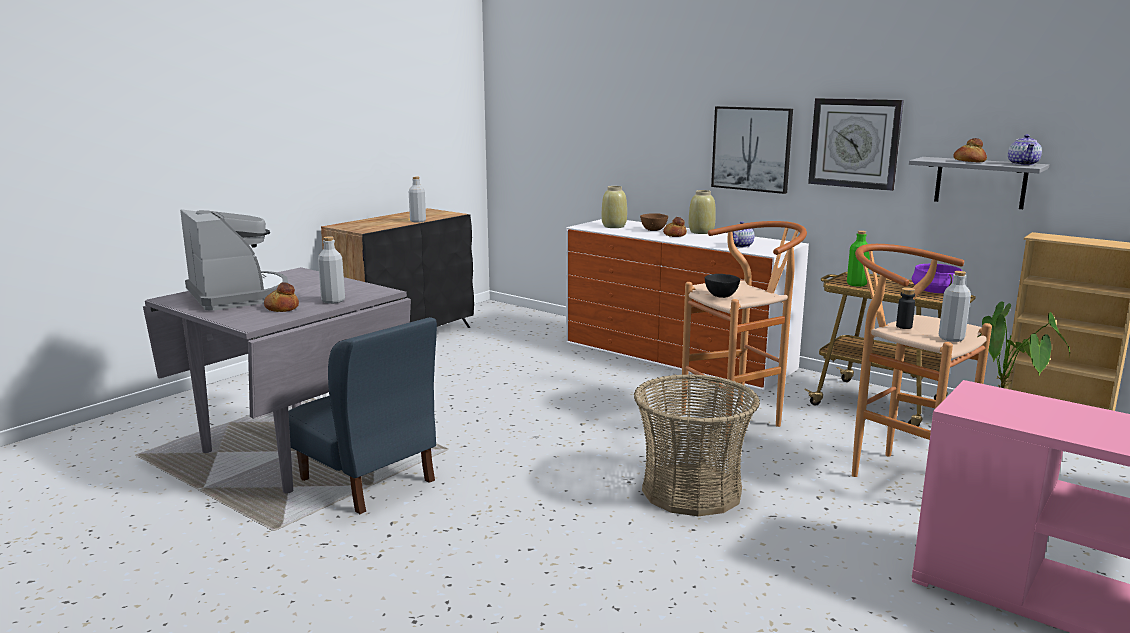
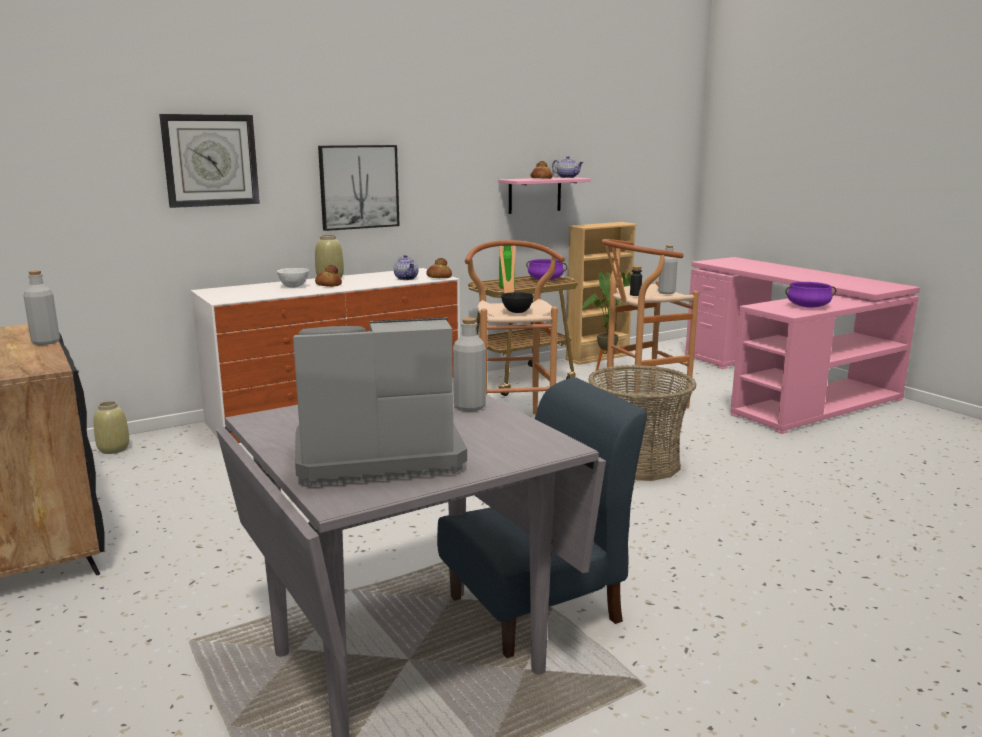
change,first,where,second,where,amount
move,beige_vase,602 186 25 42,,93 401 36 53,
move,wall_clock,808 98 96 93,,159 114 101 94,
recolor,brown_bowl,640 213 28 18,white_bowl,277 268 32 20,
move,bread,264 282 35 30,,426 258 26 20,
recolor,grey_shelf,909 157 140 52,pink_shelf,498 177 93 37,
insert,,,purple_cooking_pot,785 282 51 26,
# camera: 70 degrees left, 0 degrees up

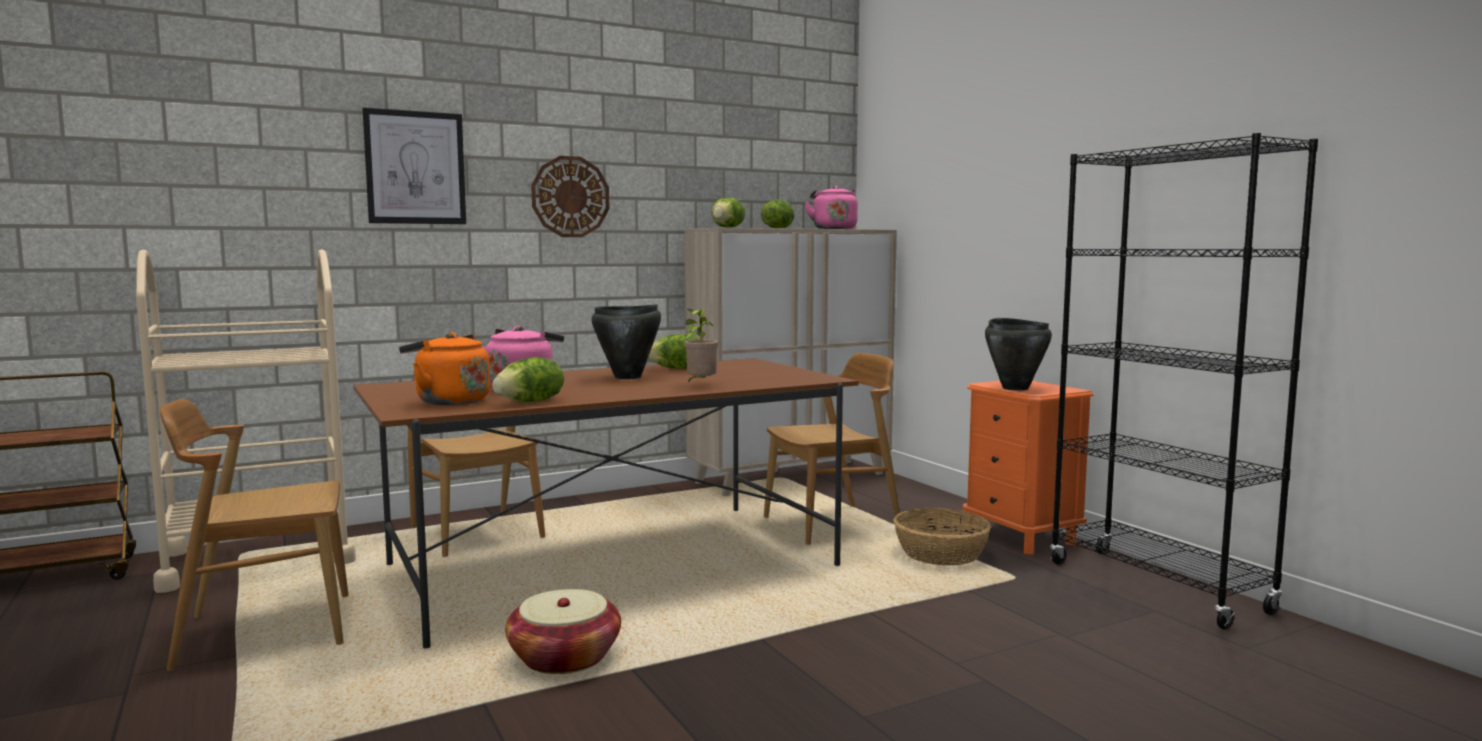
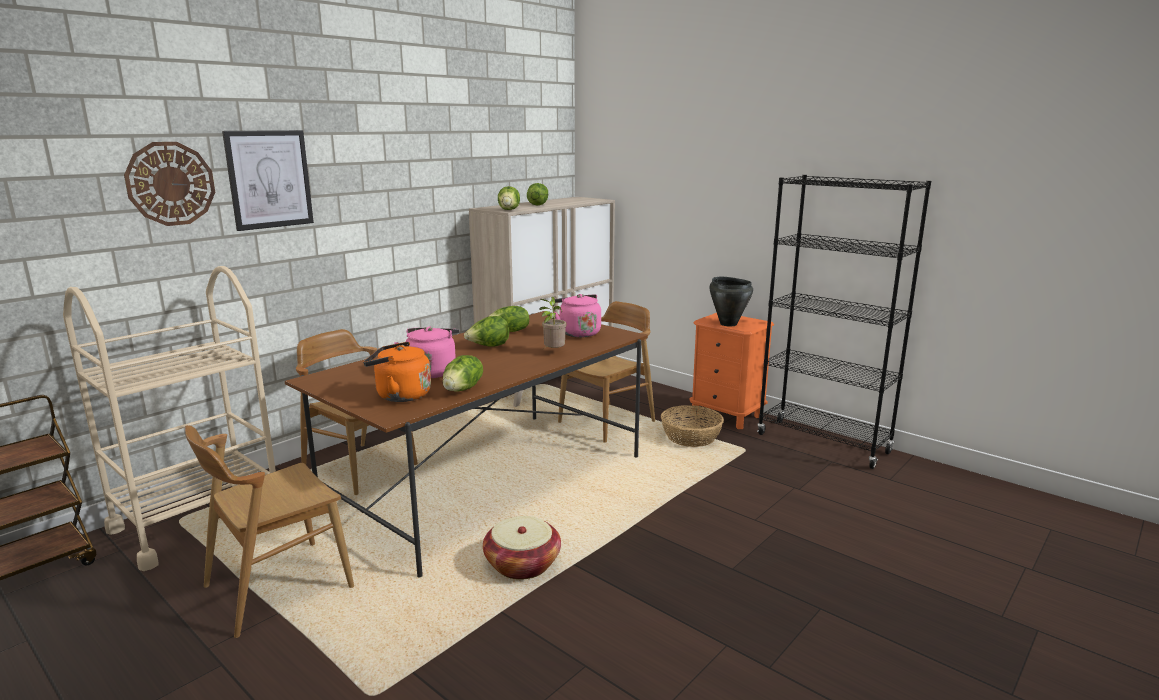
change,first,where,second,where,amount
move,wall_clock,531 156 79 81,,124 142 91 84,
replace,black_cooking_pot,591 304 70 75,lettuce,464 316 45 31,
move,pink_kettle,804 186 54 43,,554 294 47 43,
# camera: 20 degrees left, 10 degrees up

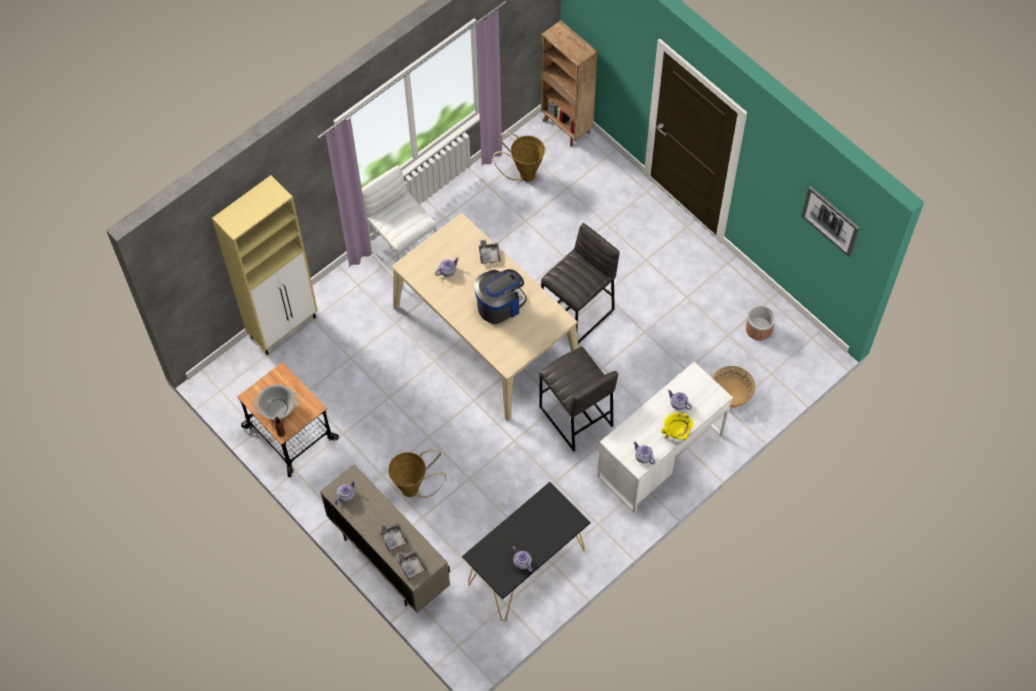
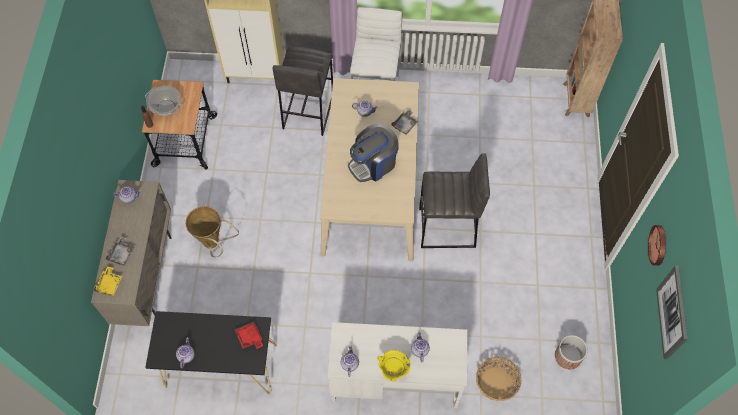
change,first,where,second,where,amount
recolor,grey_tray,396 551 31 29,yellow_tray,94 266 28 30,
insert,,,red_tray,235 321 28 28,
move,grey_stool,539 346 79 105,,273 46 60 90,
rotate,coffee_machine,474 269 53 55,,348 124 51 58,135 degrees clockwise
insert,,,wall_clock,648 225 18 41,
delete,basket,493 132 52 50,,,
# camera: 45 degrees right, 0 degrees up

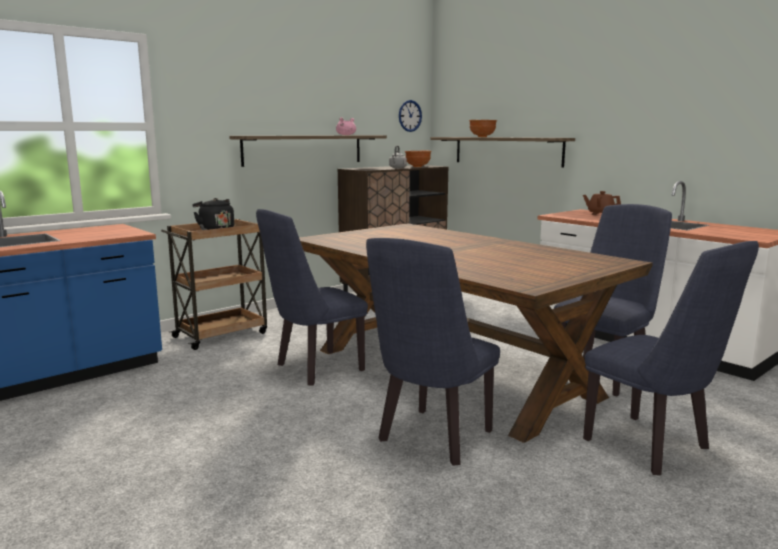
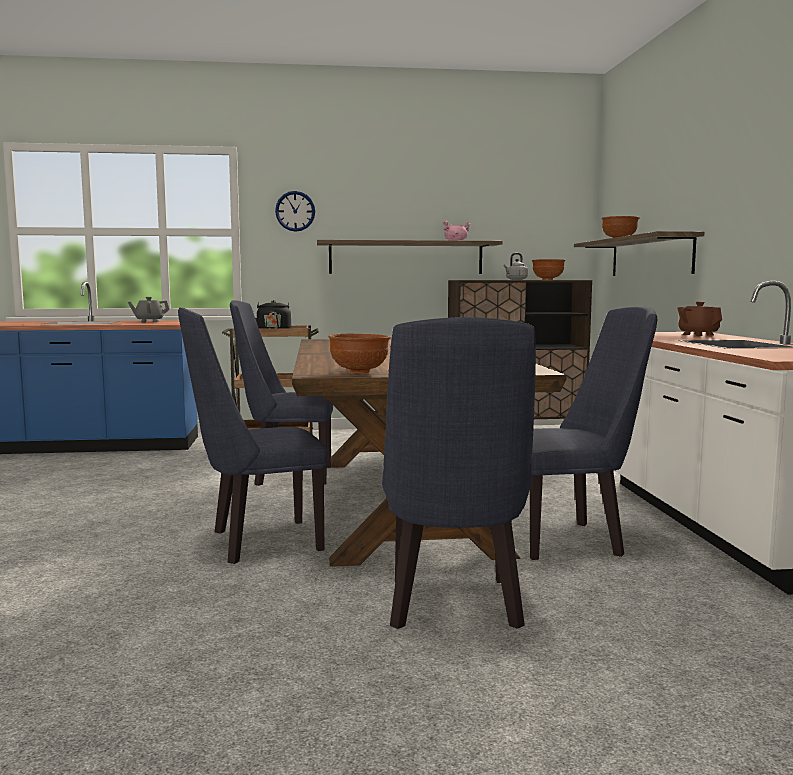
change,first,where,second,where,amount
insert,,,grey_teapot,128 297 42 25,
move,wall_clock,399 100 23 32,,275 191 40 41,
insert,,,brown_bowl,328 334 63 39,
# camera: 35 degrees right, 5 degrees down

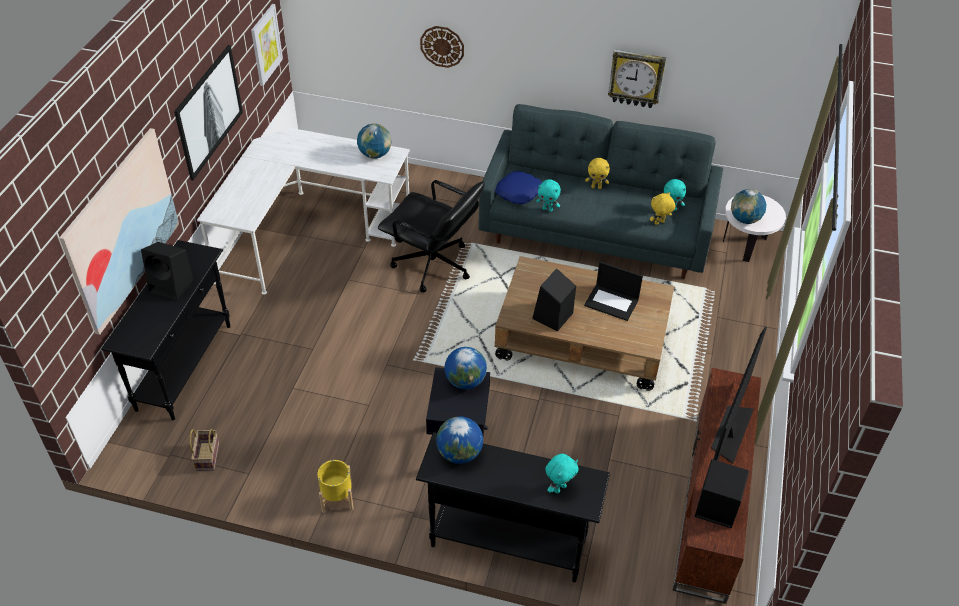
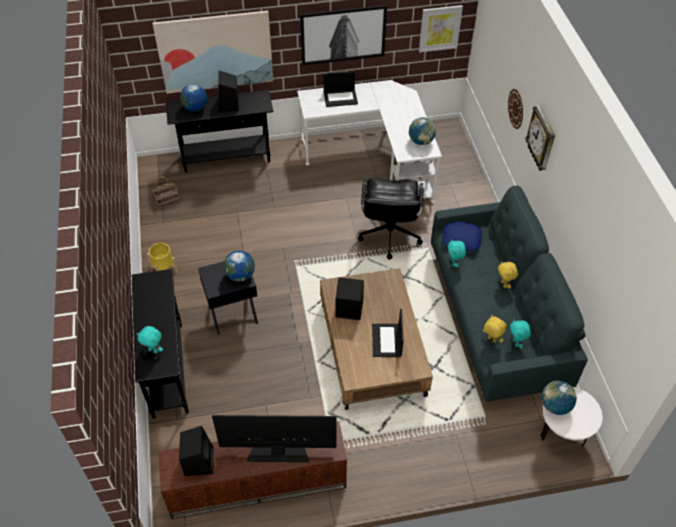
change,first,where,second,where,amount
move,globe,436 416 47 48,,180 84 27 28,
insert,,,laptop,324 71 34 36,
move,wall_clock,608 49 58 59,,525 105 30 66,
# camera: 65 degrees right, 5 degrees up

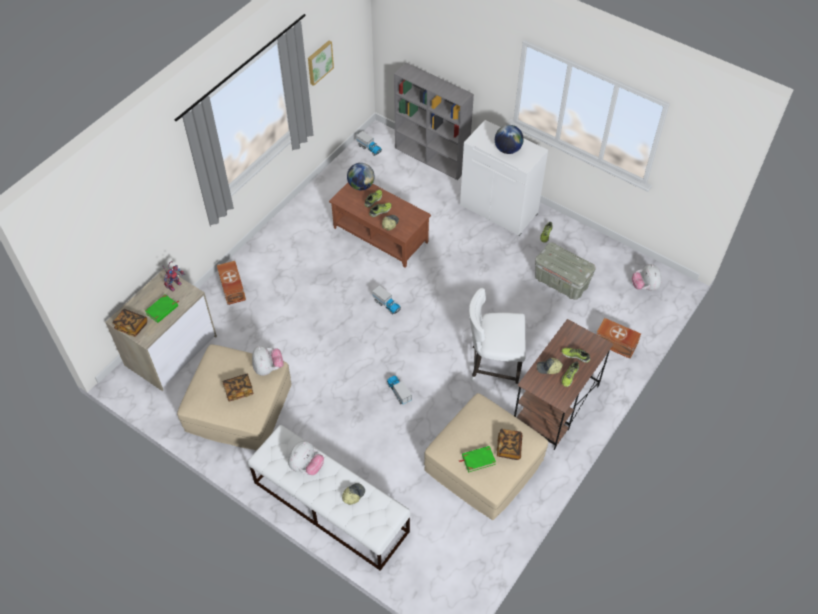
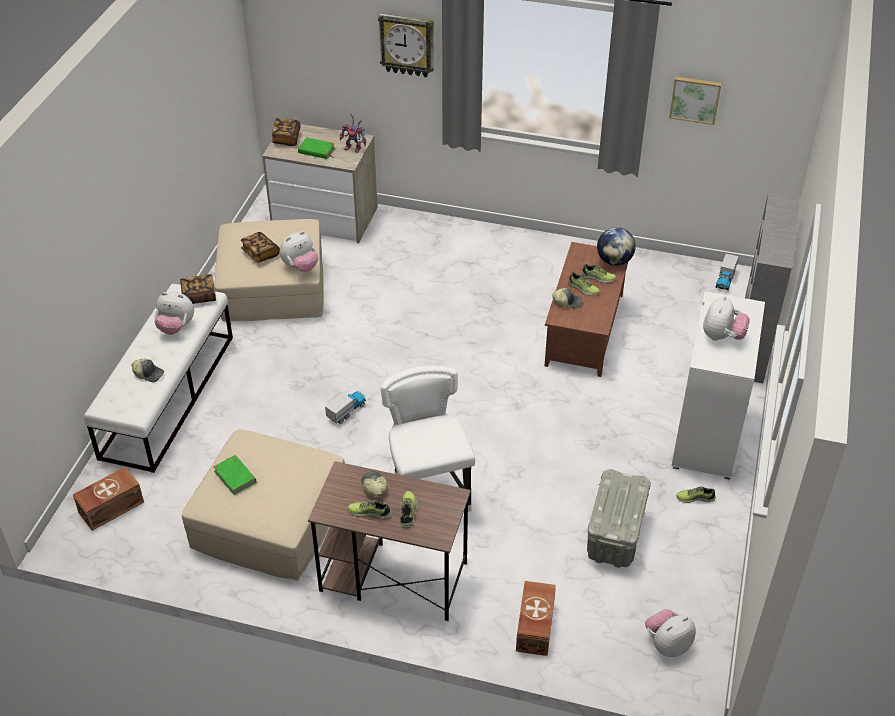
change,first,where,second,where,amount
move,brown_storage_box,217 261 29 44,,73 467 71 64,
move,book,496 429 26 31,,180 274 36 30,
insert,,,wall_clock,378 13 56 64,
replace,globe,495 125 29 29,plush_toy,703 296 47 45,
delete,toy_truck,372 285 29 30,,,
# camera: 70 degrees right, 10 degrees down

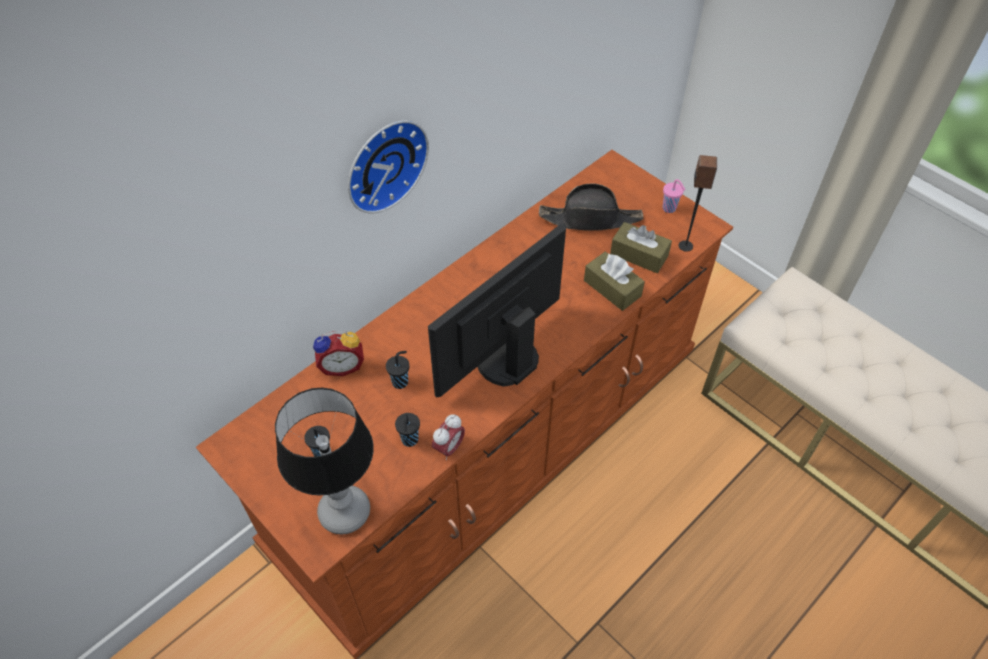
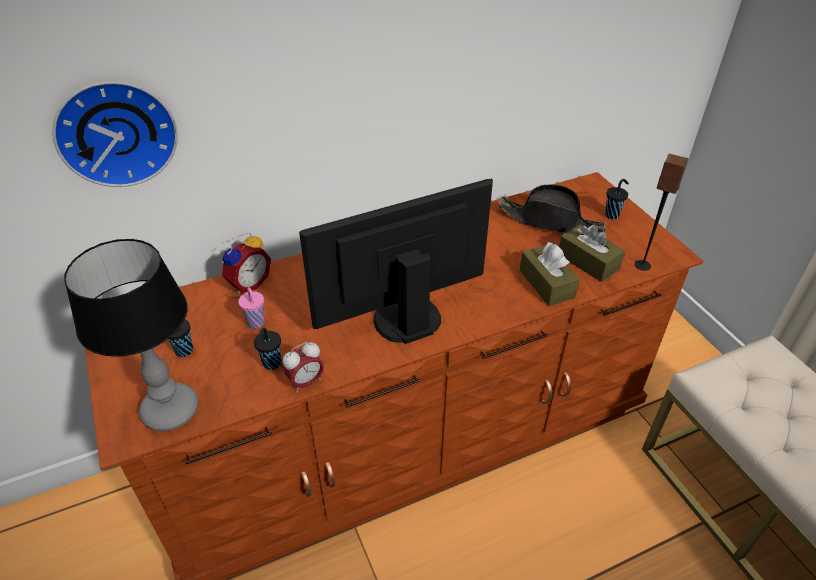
change,first,where,second,where,amount
move,wall_clock,348 120 81 93,,52 81 126 106,
rotate,alarm_clock,313 331 51 45,,222 232 49 61,60 degrees counterclockwise
move,pink_cup,662 179 23 34,,238 287 27 42,
move,black_cup,386 351 23 38,,605 179 24 40,
# camera: 20 degrees right, 10 degrees down

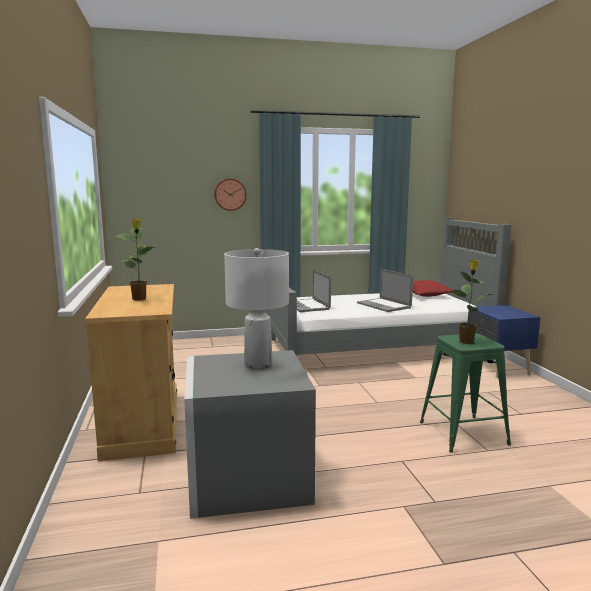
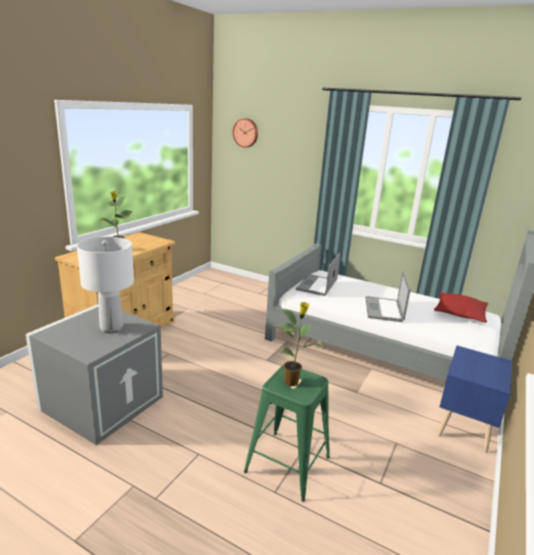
change,first,where,second,where,amount
move,wall_clock,214 178 33 33,,233 118 25 30,
# camera: 40 degrees right, 10 degrees up

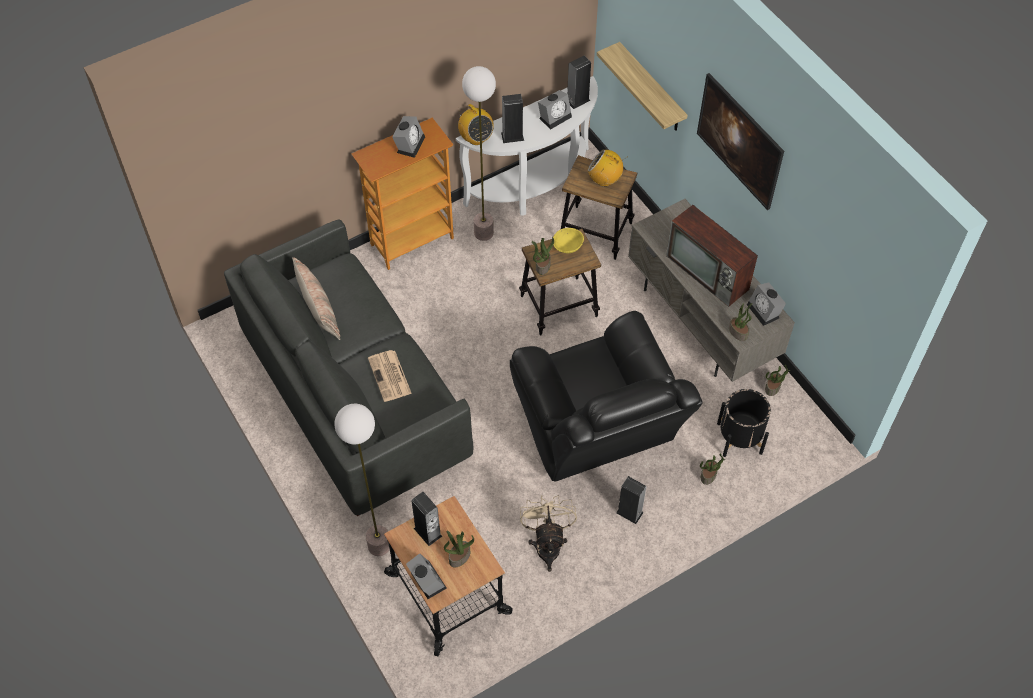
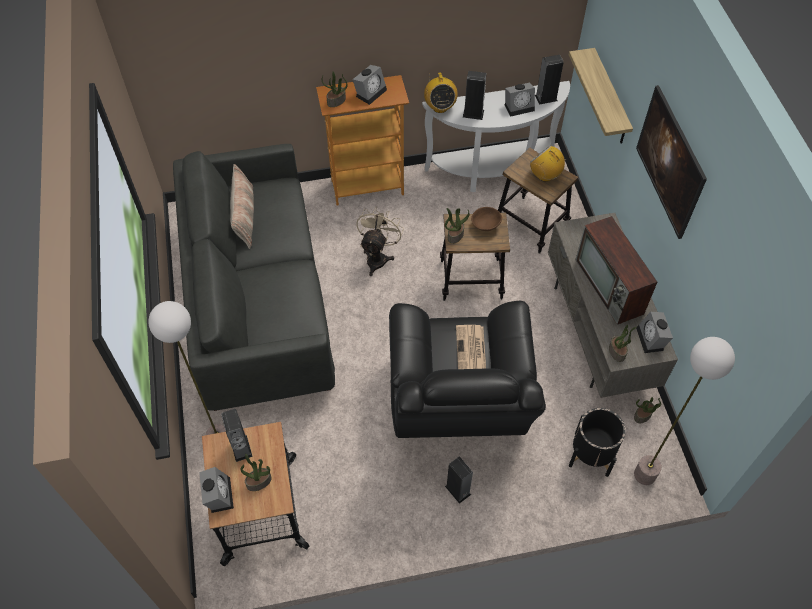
change,first,where,second,where,amount
move,potted_plant,700 453 25 32,,322 71 26 36,
move,beige_fan,520 495 57 77,,356 207 48 69,
move,newspaper,368 350 44 52,,456 325 30 44,
recolor,yellow_bowl,553 228 31 25,brown_bowl,471 207 31 24,
move,floor_lamp,462 66 34 175,,634 337 101 148,
# camera: 20 degrees right, 0 degrees up

